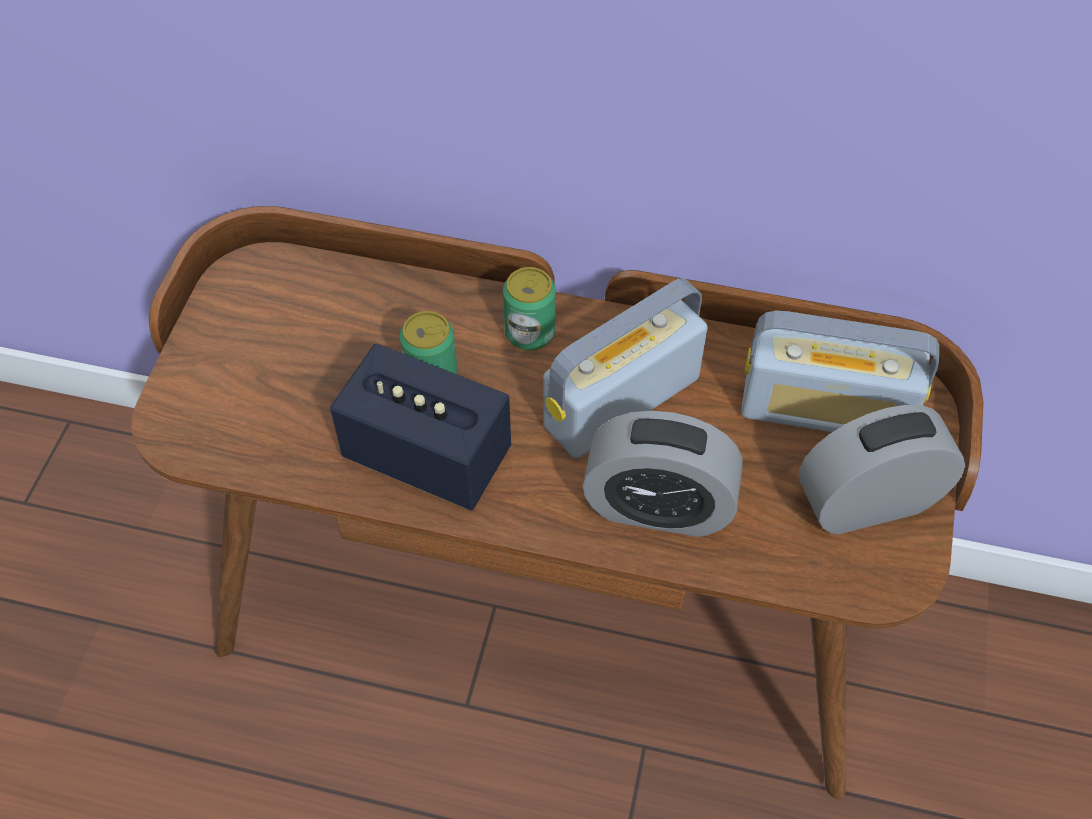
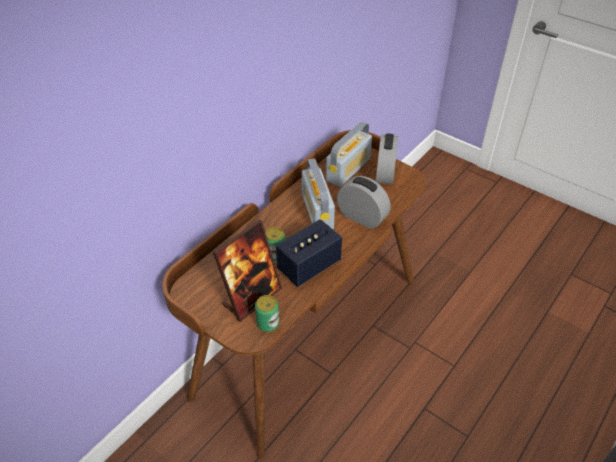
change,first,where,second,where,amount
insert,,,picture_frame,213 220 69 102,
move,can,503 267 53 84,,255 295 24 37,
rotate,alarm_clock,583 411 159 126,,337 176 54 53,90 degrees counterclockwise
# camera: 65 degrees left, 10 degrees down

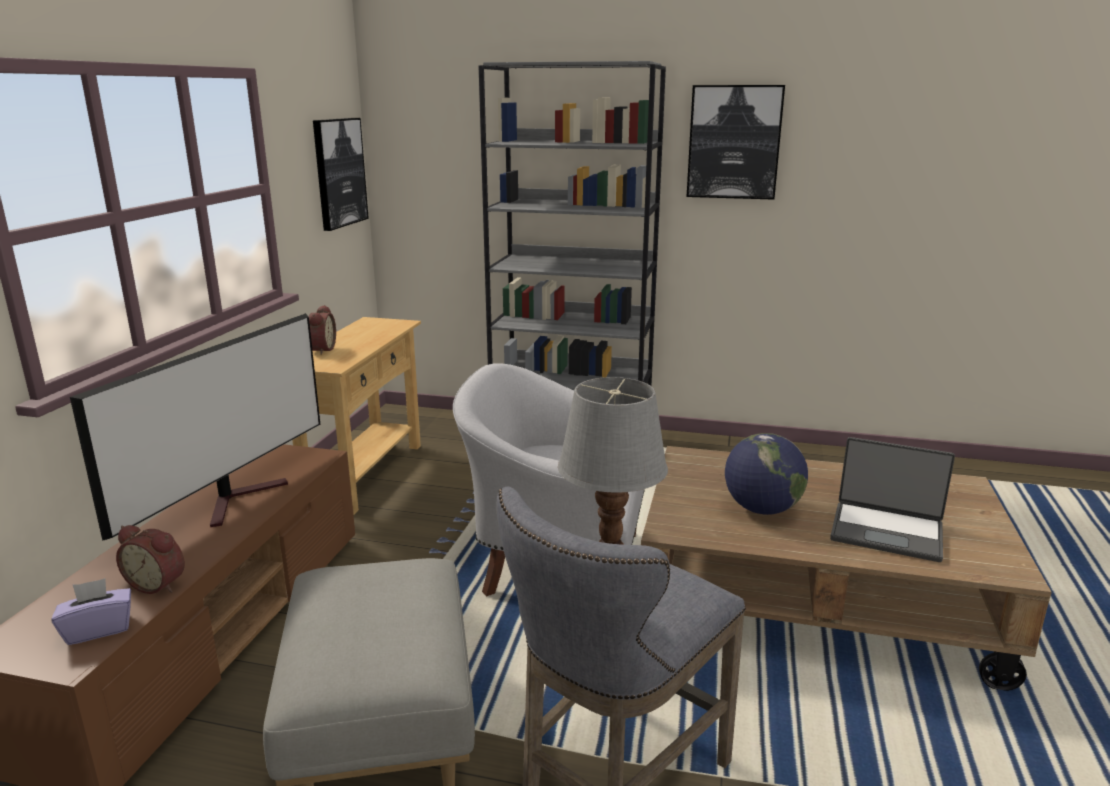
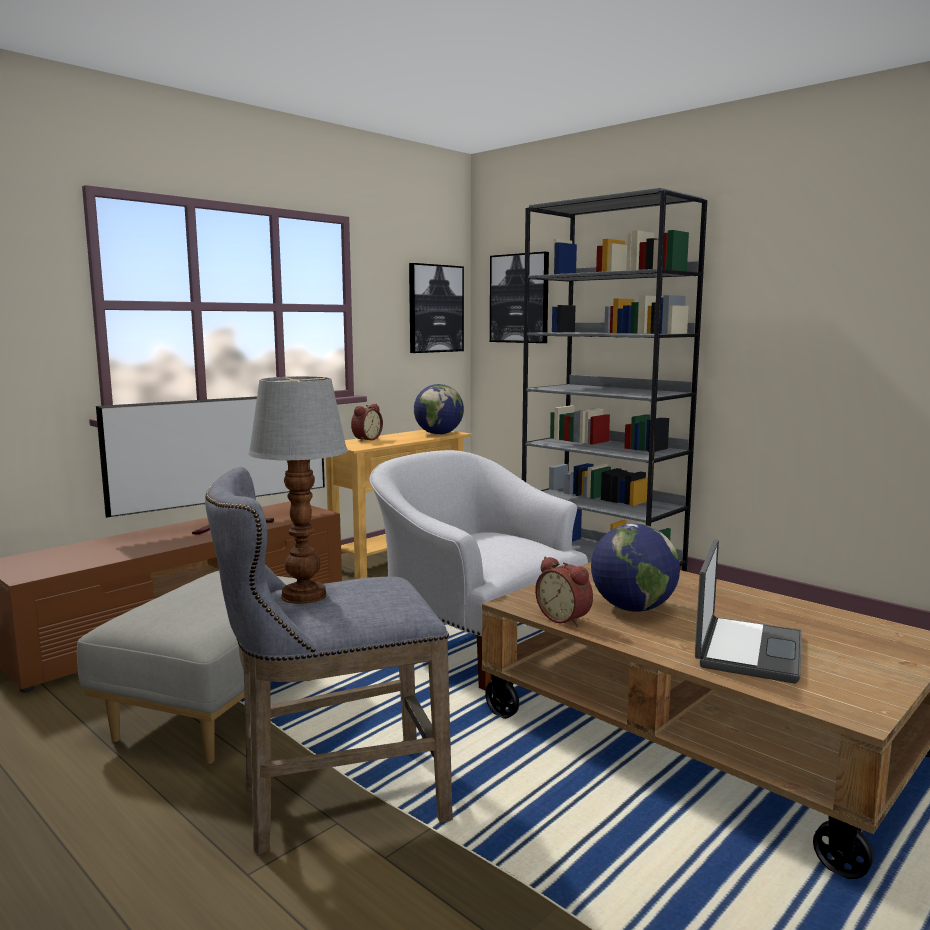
change,first,where,second,where,amount
insert,,,globe,414 384 50 51,
move,picture,687 85 98 115,,490 252 59 91,
move,alarm_clock,116 525 69 69,,535 556 58 71,
rotate,laptop,830 437 125 125,,695 539 107 144,120 degrees counterclockwise
delete,purple_tissue_box,51 578 80 67,,,
# camera: 30 degrees right, 10 degrees down

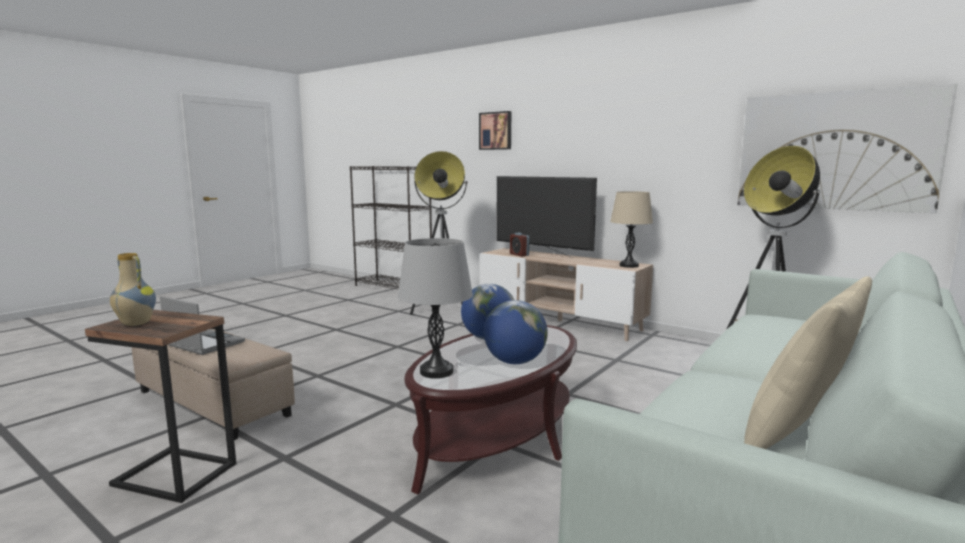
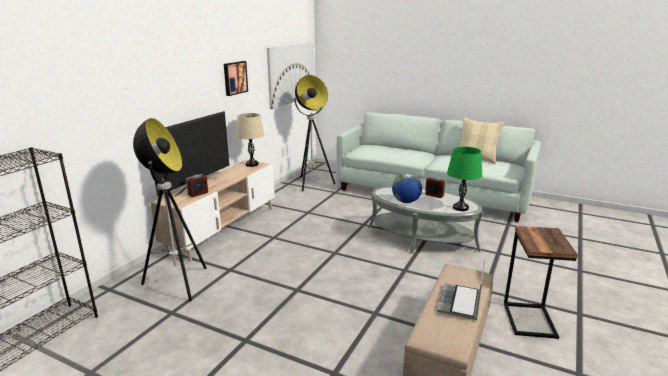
change,first,where,second,where,amount
move,picture,479 111 32 39,,224 61 24 35,
recolor,brown_coffee_table,404 325 173 170,grey_coffee_table,368 186 116 68,
replace,globe,484 300 64 64,alarm_clock,425 177 21 21,
recolor,grey_table_lamp,398 238 75 140,green_table_lamp,447 147 36 64,
delete,vase,110 253 46 73,,,
# camera: 100 degrees left, 10 degrees up

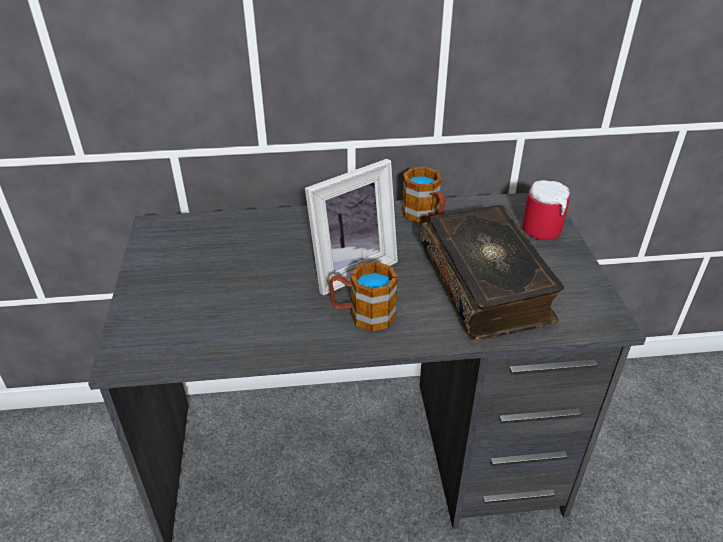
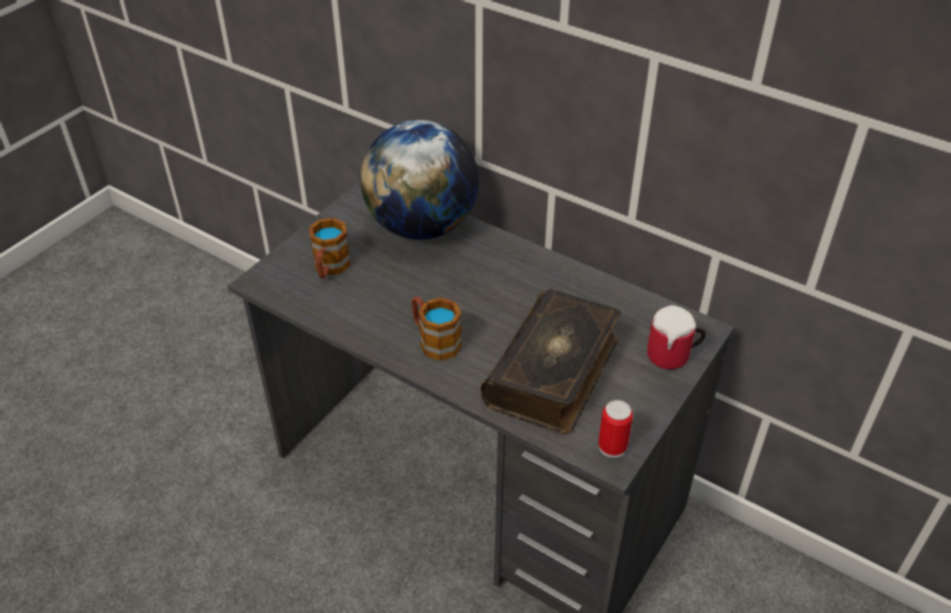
change,first,where,second,where,amount
move,mug,401 167 44 56,,309 218 42 60,
insert,,,globe,360 120 119 120,
insert,,,can,598 400 35 58,
delete,picture_frame,305 159 93 137,,,
# camera: 40 degrees right, 5 degrees up

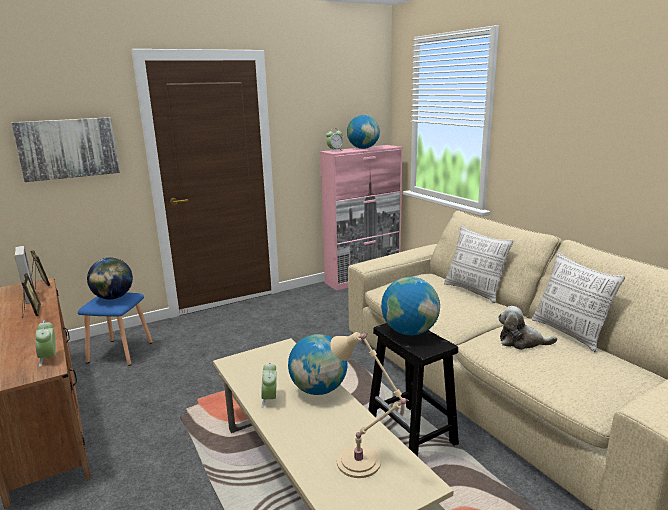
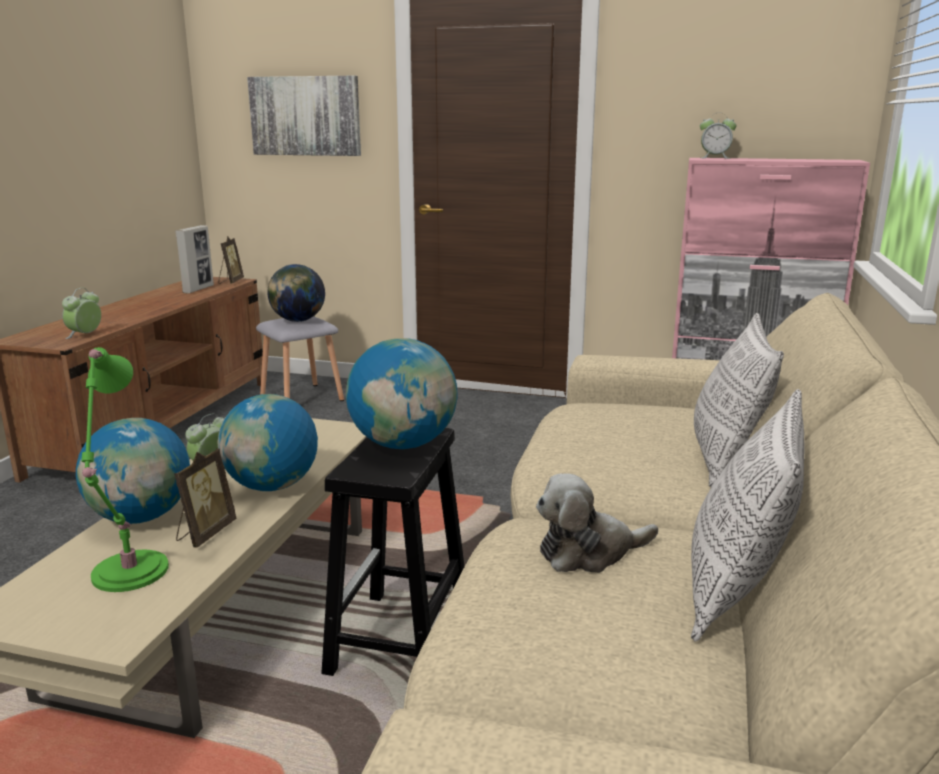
change,first,where,second,where,amount
move,globe,347 115 33 34,,76 418 114 106,
recolor,beige_table_lamp,330 332 79 146,green_table_lamp,82 347 87 245,
move,picture_frame,22 273 19 46,,174 448 62 100,
recolor,blue_stool,78 292 75 74,grey_stool,256 316 88 85,
rotate,plush_toy,498 306 59 44,,536 473 122 100,75 degrees counterclockwise
# camera: 45 degrees right, 0 degrees up

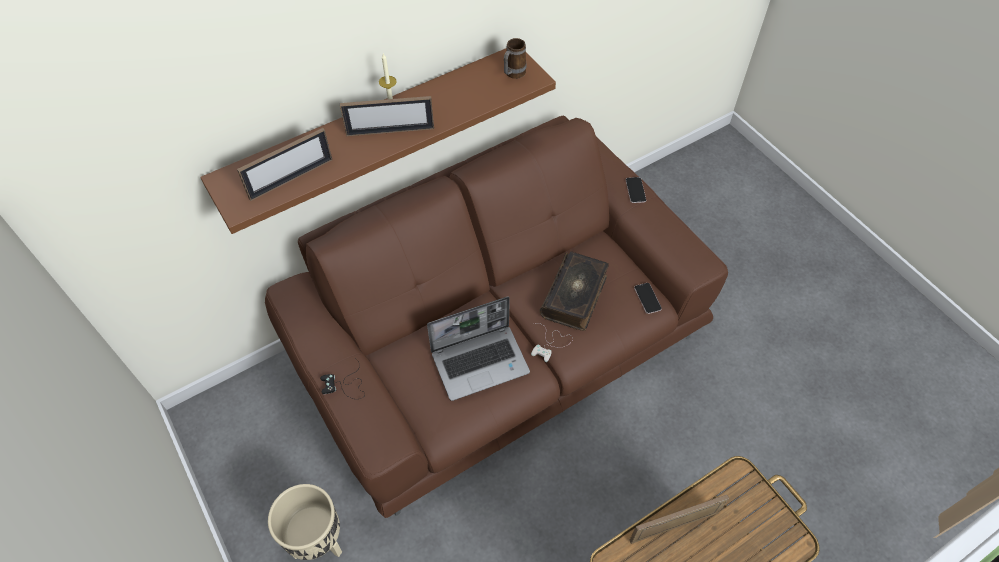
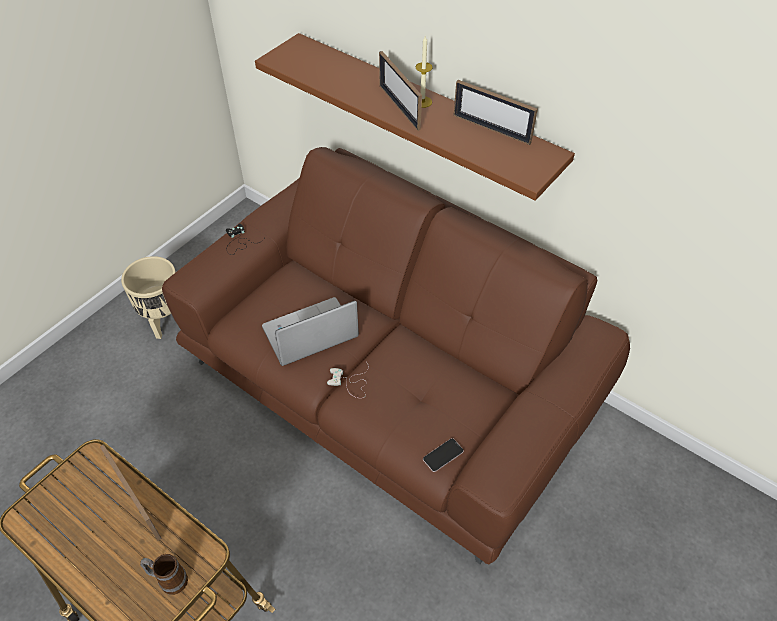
change,first,where,second,where,amount
move,mug,504 38 22 41,,140 554 48 41,
rotate,laptop,427 296 103 105,,262 297 97 69,105 degrees clockwise
move,picture_frame,237 128 95 73,,453 80 85 65,
delete,book,540 251 69 80,,,
delete,phone,626 177 20 26,,,
# camera: 70 degrees right, 5 degrees down

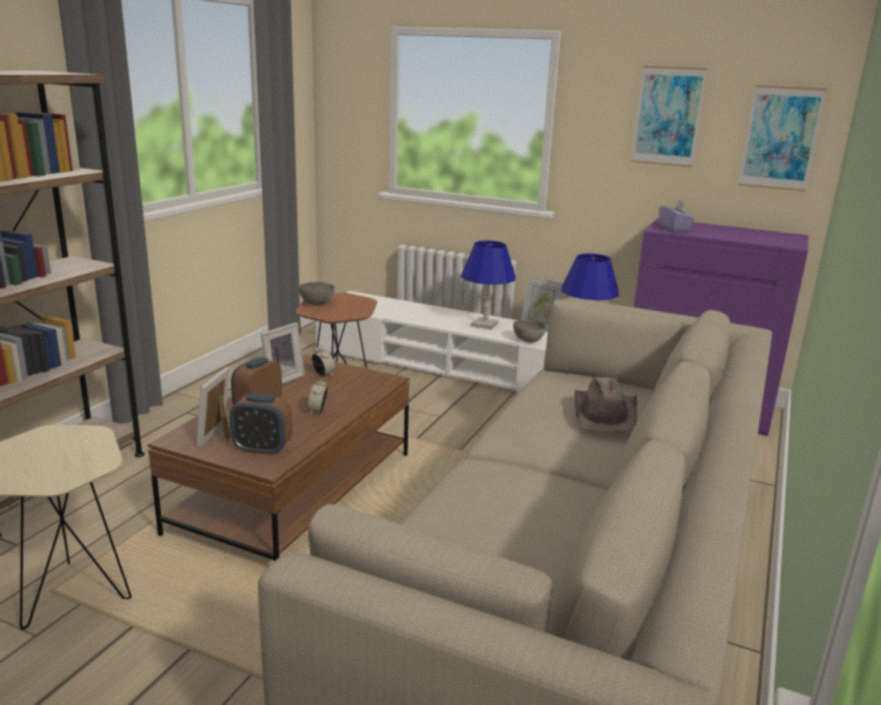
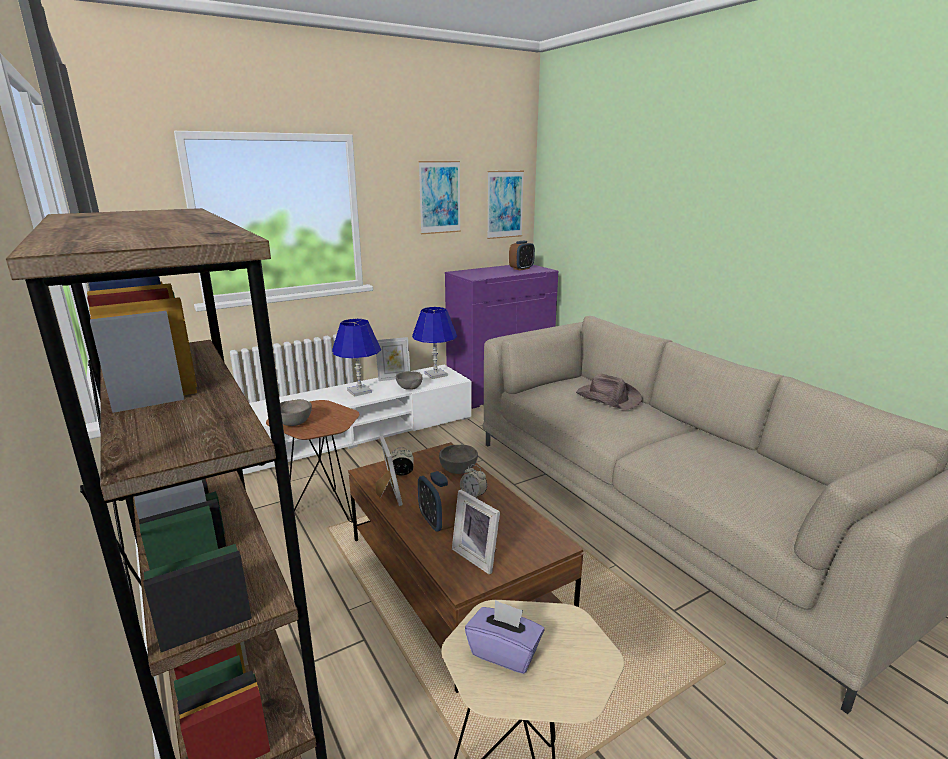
change,first,where,second,where,amount
insert,,,grey_bowl,439 445 39 29,
move,purple_tissue_box,659 200 36 31,,465 600 80 74,
move,alarm_clock,230 393 63 63,,509 241 26 29,
# camera: 55 degrees left, 0 degrees up

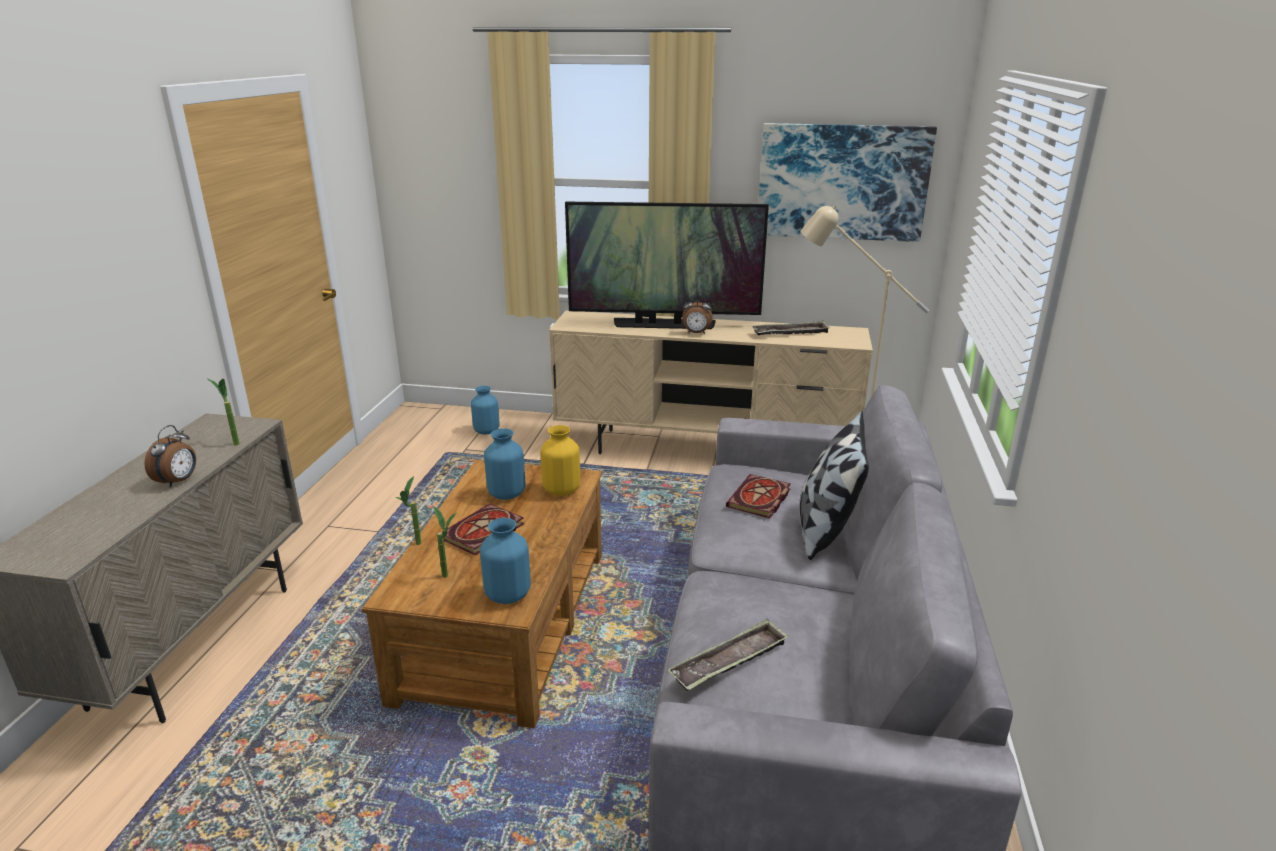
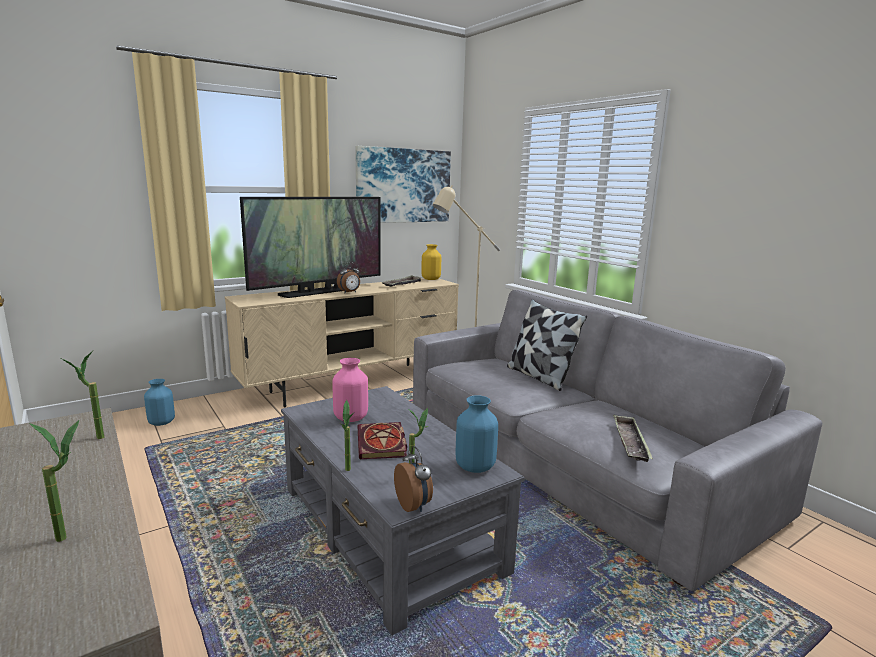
change,first,where,second,where,amount
insert,,,potted_plant,29 420 50 122,
recolor,brown_coffee_table,362 460 240 268,grey_coffee_table,281 386 244 249,
recolor,blue_vase,484 428 41 72,pink_vase,333 358 35 64,
move,alarm_clock,144 425 52 63,,394 446 39 66,
move,yellow_vase,541 425 39 71,,421 244 20 36,
delete,book,726 474 65 44,,,
# camera: 45 degrees left, 10 degrees down

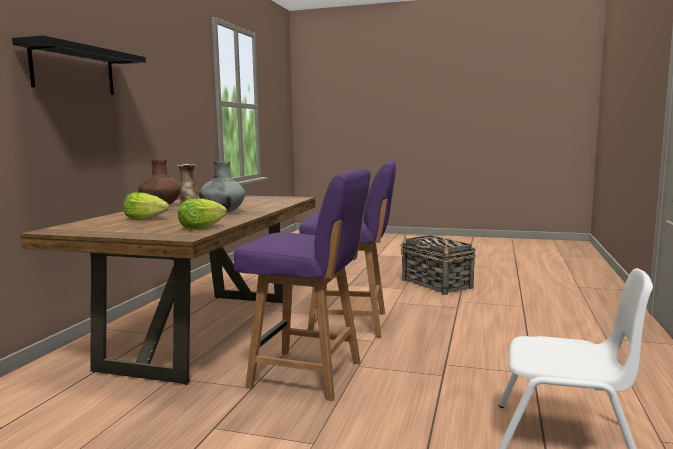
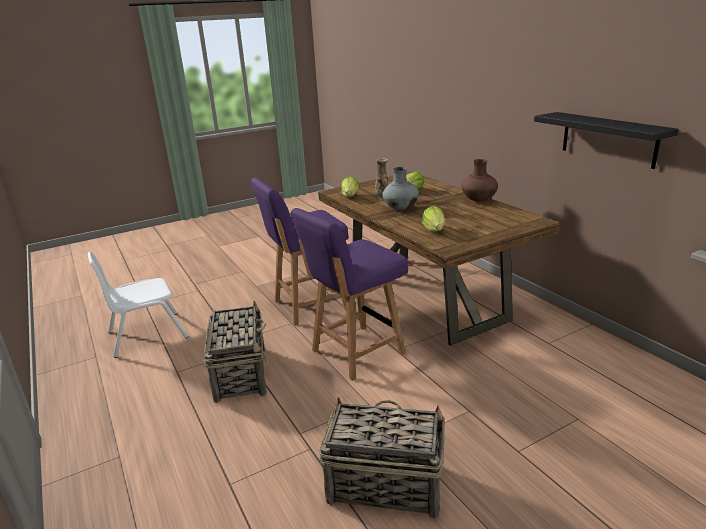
change,first,where,second,where,amount
insert,,,basket,204 301 63 102,
insert,,,lettuce,422 206 23 26,
move,black_shelf,12 35 134 60,,534 112 145 57,
# camera: 135 degrees right, 15 degrees up

